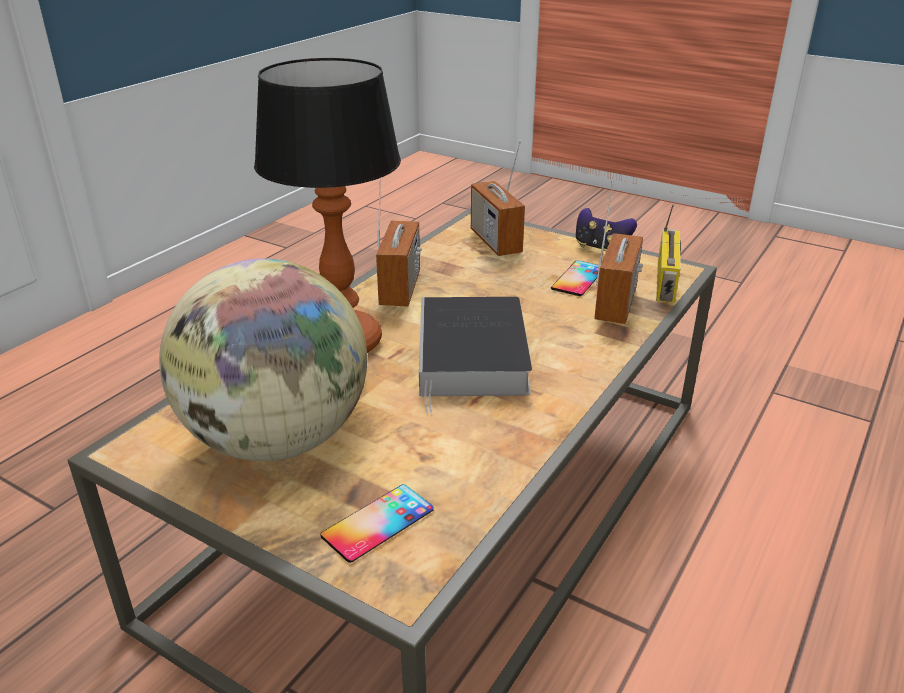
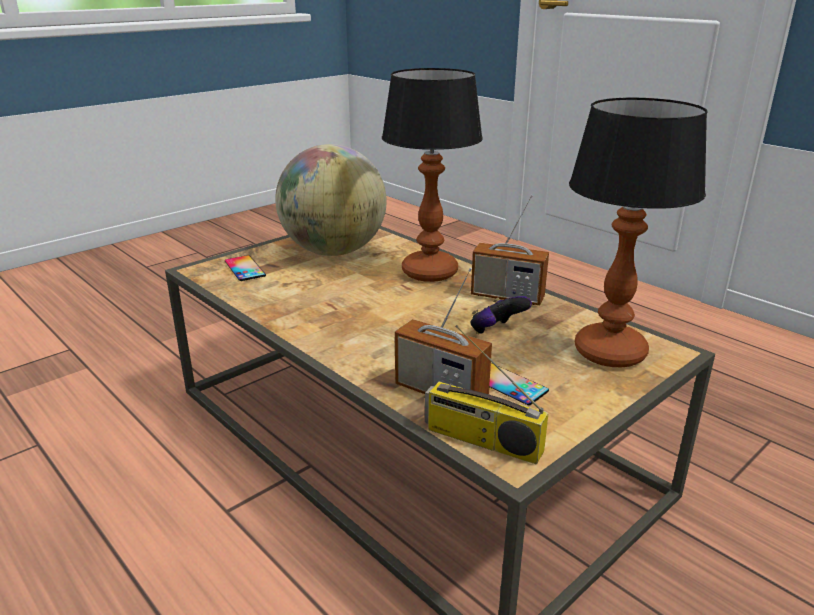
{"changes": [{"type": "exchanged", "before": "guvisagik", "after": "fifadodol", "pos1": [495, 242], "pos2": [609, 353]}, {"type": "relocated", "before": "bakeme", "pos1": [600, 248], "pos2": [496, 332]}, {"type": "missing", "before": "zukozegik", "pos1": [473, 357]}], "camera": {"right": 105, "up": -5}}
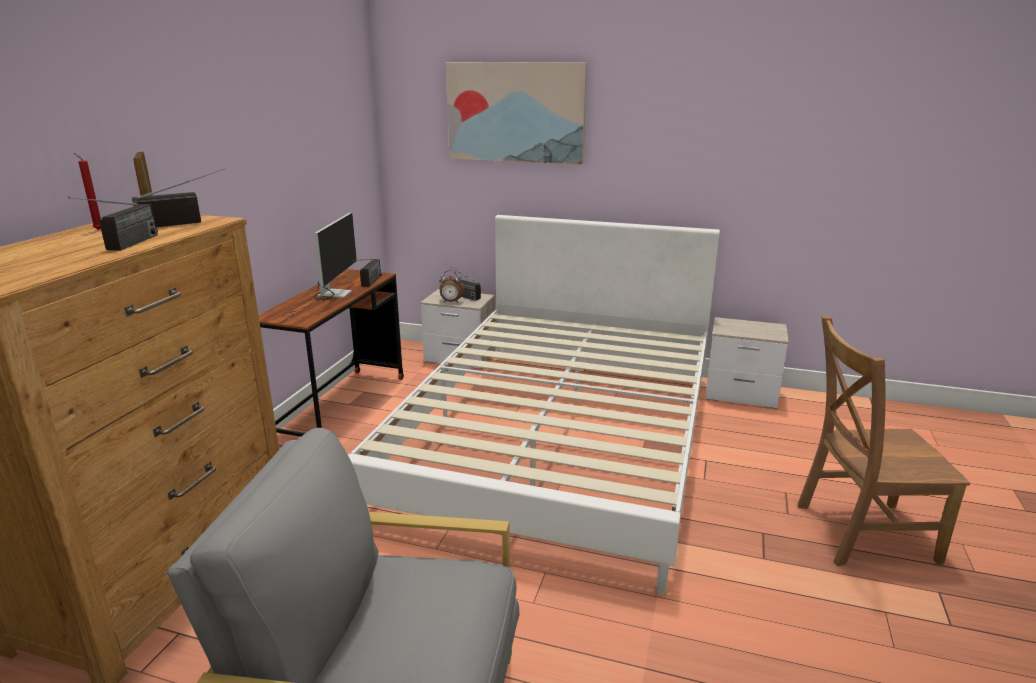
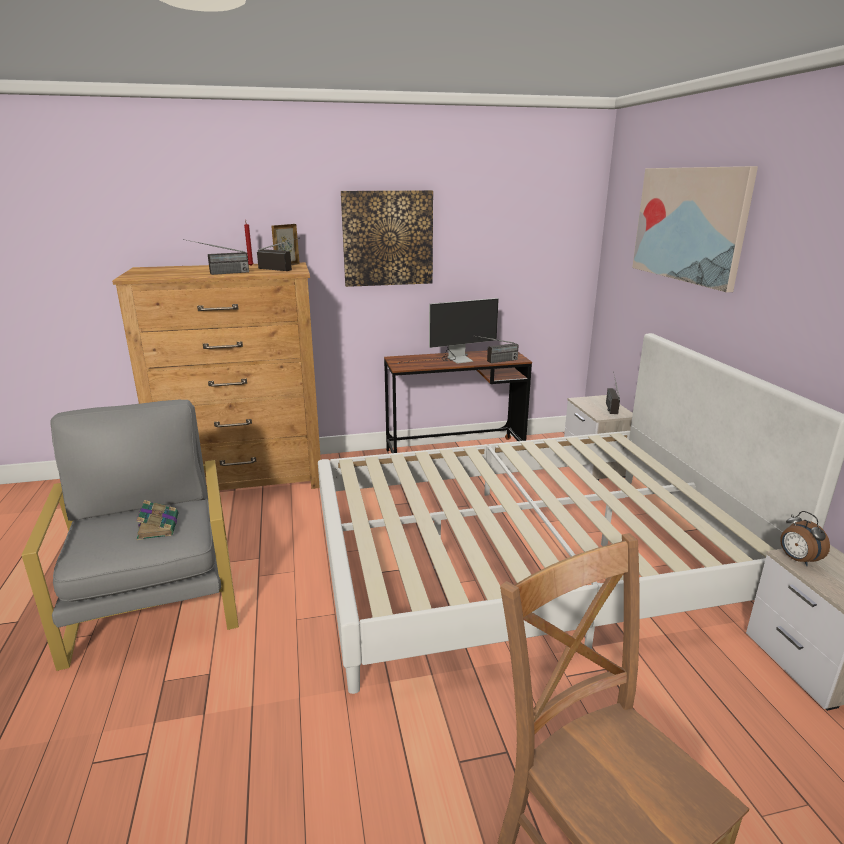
{"changes": [{"type": "relocated", "before": "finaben", "pos1": [451, 302], "pos2": [797, 560]}, {"type": "appeared", "after": "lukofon", "pos2": [387, 238]}, {"type": "appeared", "after": "zukozegik", "pos2": [158, 526]}], "camera": {"right": 60, "up": 0}}
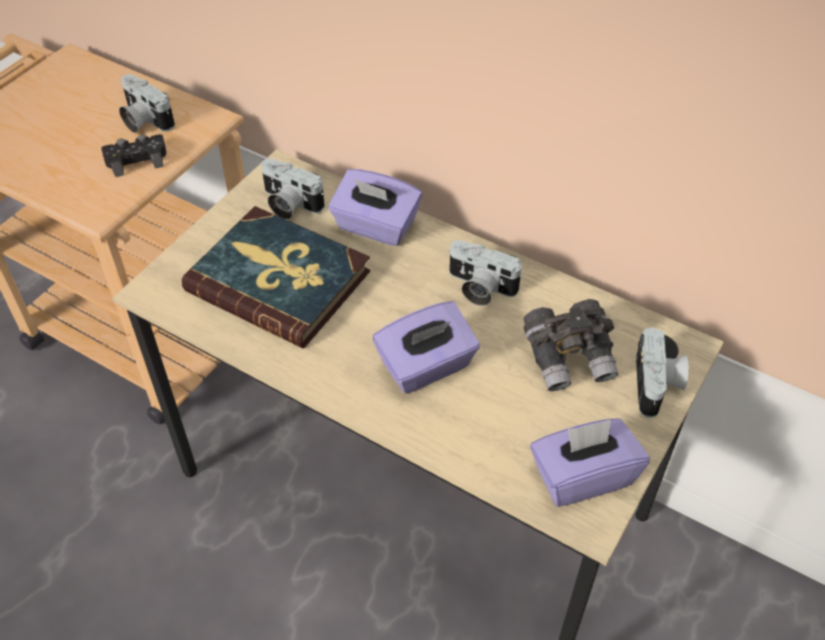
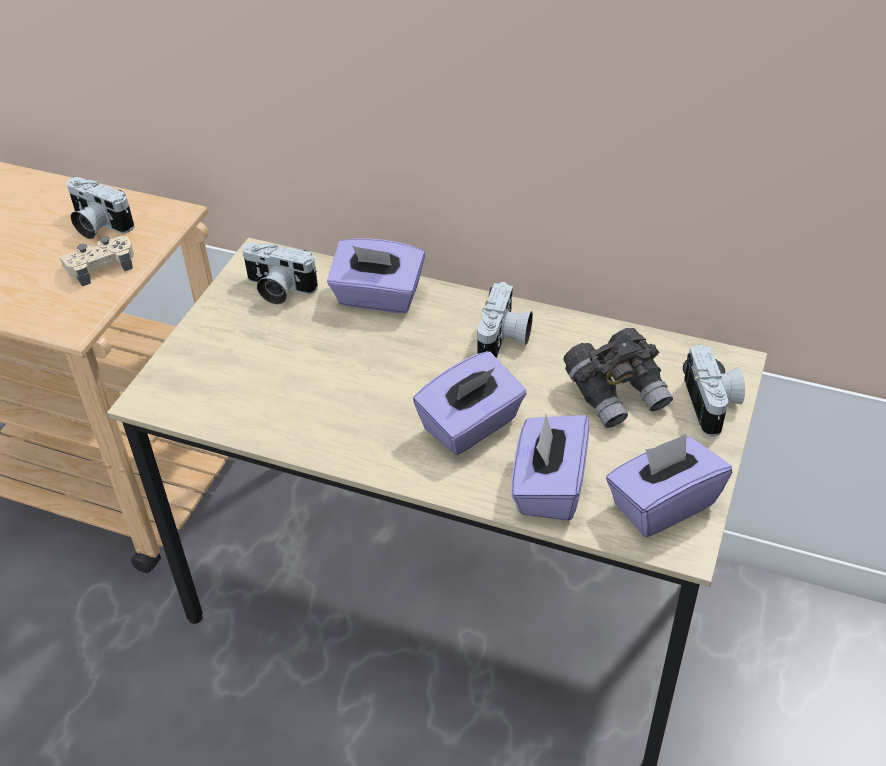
{"changes": [{"type": "colour", "before": "black_bakeme", "after": "beige_bakeme", "pos1": [137, 159], "pos2": [101, 265]}, {"type": "missing", "before": "zukozegik", "pos1": [279, 280]}, {"type": "spun", "before": "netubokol", "pos1": [479, 288], "pos2": [504, 341], "turn": -90}, {"type": "appeared", "after": "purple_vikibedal", "pos2": [548, 487]}], "camera": {"right": -10, "up": -5}}
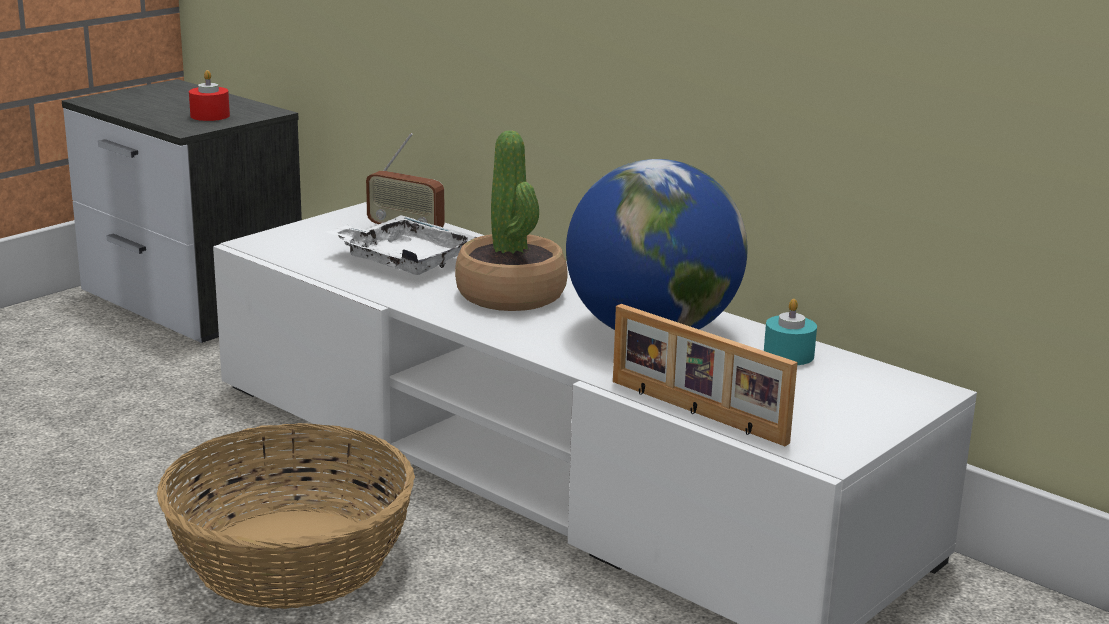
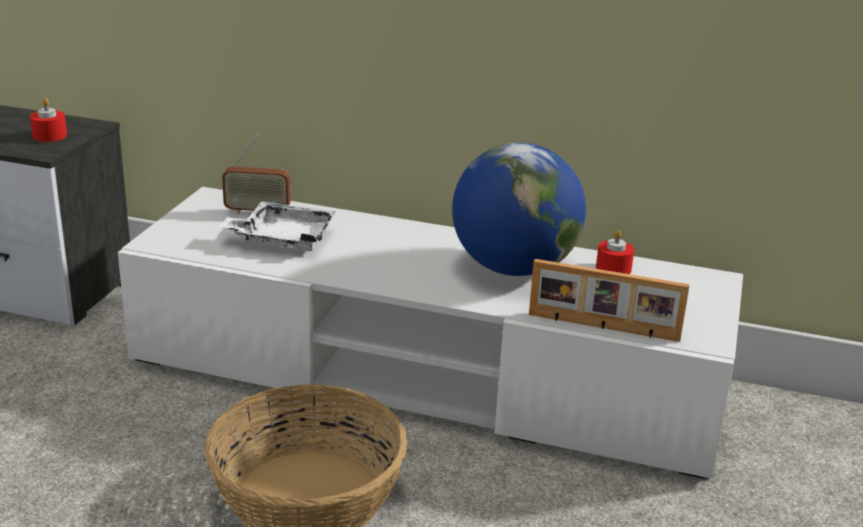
{"changes": [{"type": "missing", "before": "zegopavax", "pos1": [511, 294]}, {"type": "colour", "before": "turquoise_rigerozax", "after": "red_rigerozax", "pos1": [788, 355], "pos2": [613, 268]}], "camera": {"right": -25, "up": 5}}
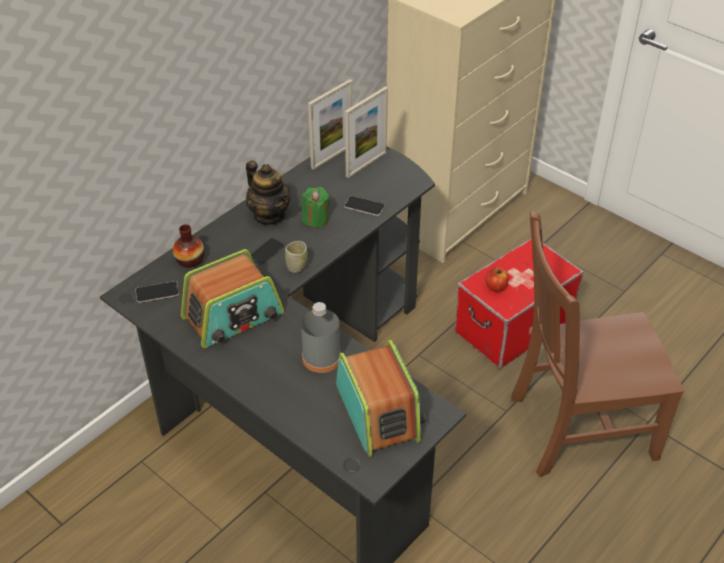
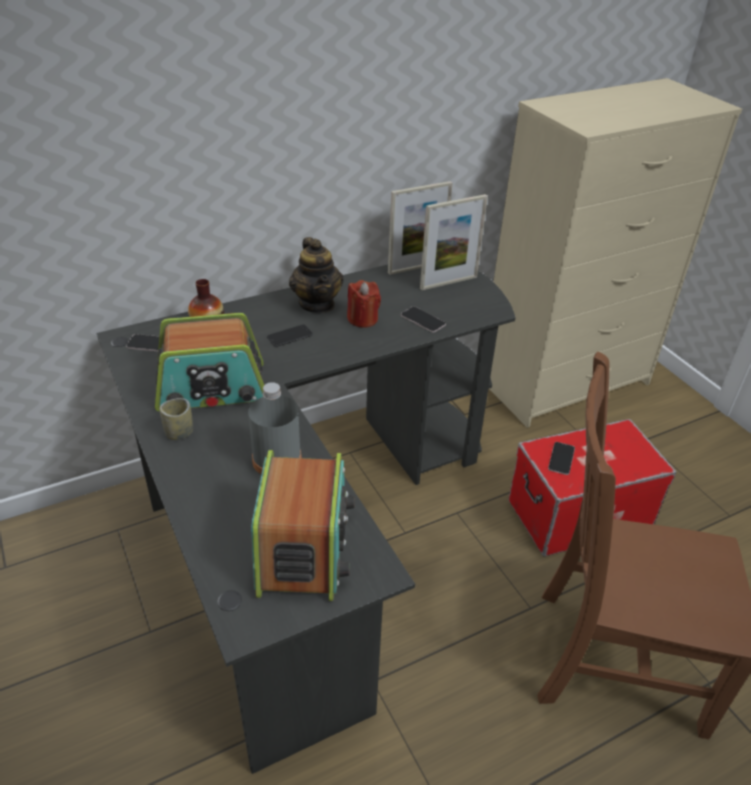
{"changes": [{"type": "colour", "before": "green_rigerozax", "after": "red_rigerozax", "pos1": [316, 219], "pos2": [362, 319]}, {"type": "relocated", "before": "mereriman", "pos1": [297, 267], "pos2": [179, 433]}, {"type": "exchanged", "before": "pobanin", "after": "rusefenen", "pos1": [495, 286], "pos2": [561, 458]}], "camera": {"right": 20, "up": -5}}
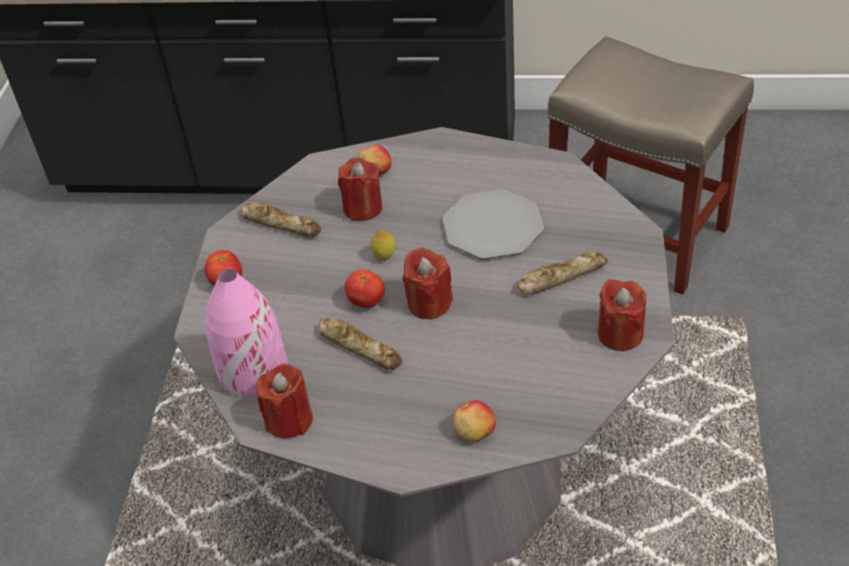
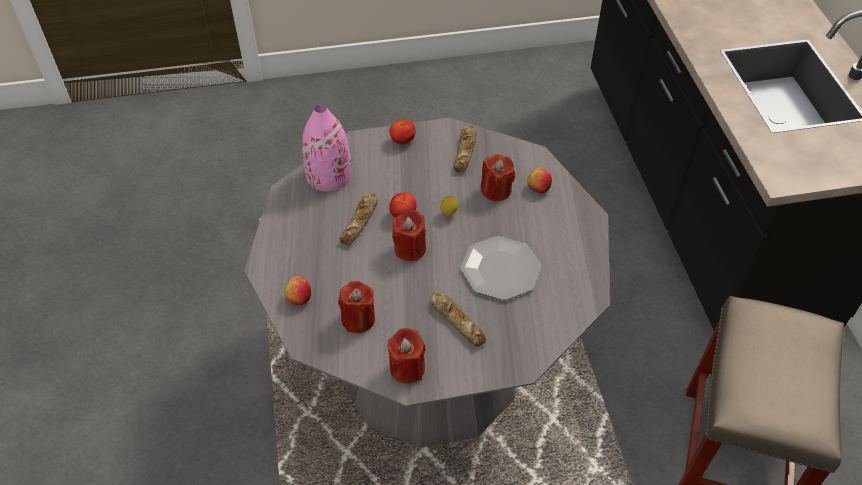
{"changes": [{"type": "relocated", "before": "red_rigerozax", "pos1": [289, 420], "pos2": [358, 319]}], "camera": {"right": 70, "up": 5}}
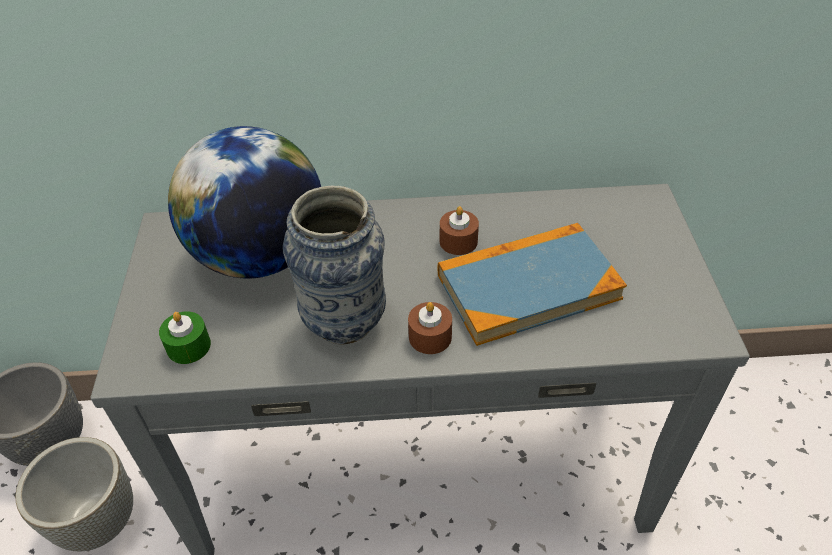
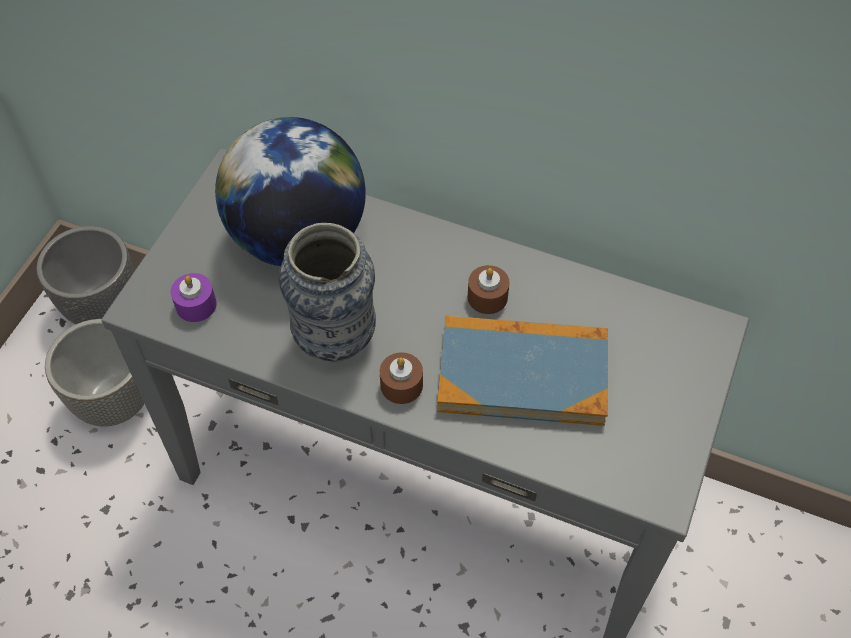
{"changes": [{"type": "colour", "before": "green_rigerozax", "after": "purple_rigerozax", "pos1": [188, 346], "pos2": [196, 305]}], "camera": {"right": 25, "up": 10}}
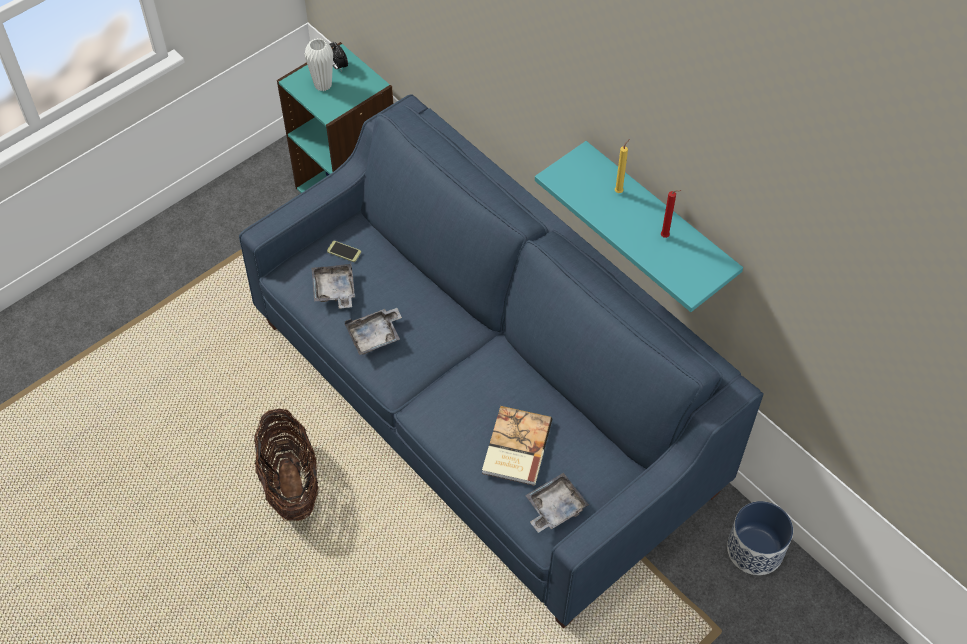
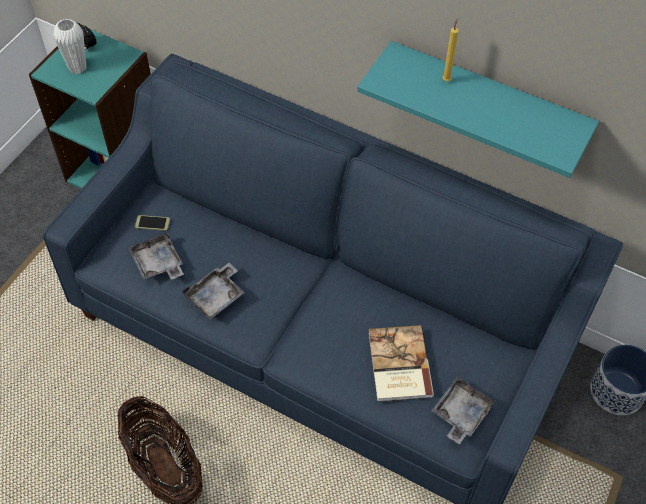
{"changes": [{"type": "missing", "before": "red_rigerozax", "pos1": [666, 237]}], "camera": {"right": -20, "up": 0}}
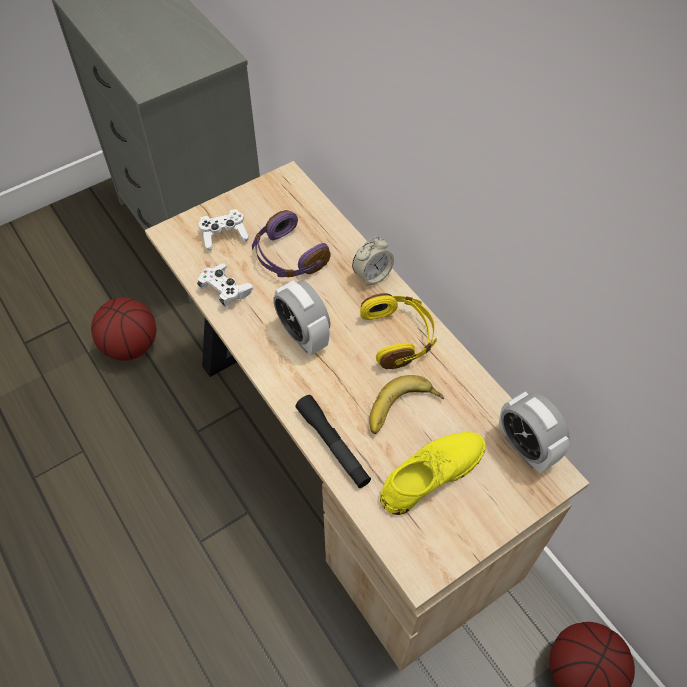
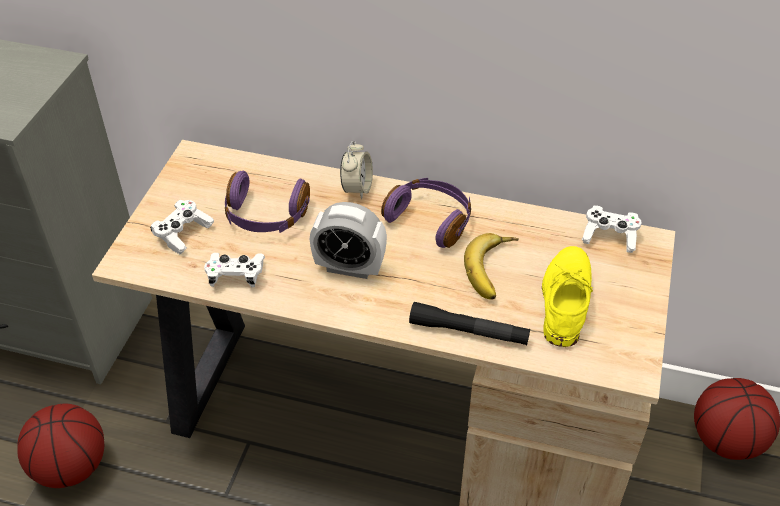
{"changes": [{"type": "colour", "before": "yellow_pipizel", "after": "purple_pipizel", "pos1": [399, 337], "pos2": [430, 220]}, {"type": "exchanged", "before": "finaben", "after": "white_bakeme", "pos1": [525, 448], "pos2": [609, 236]}], "camera": {"right": -40, "up": -10}}
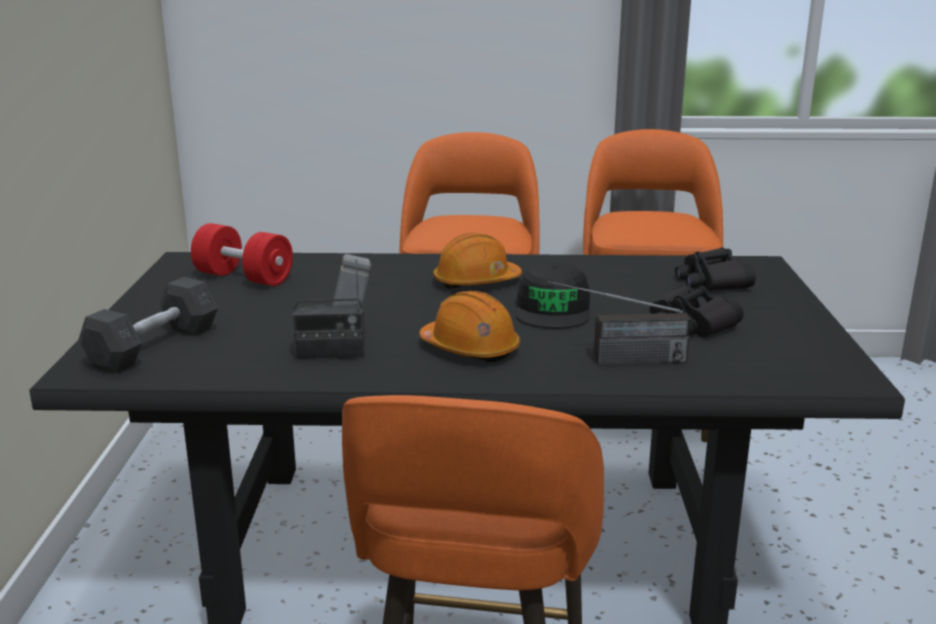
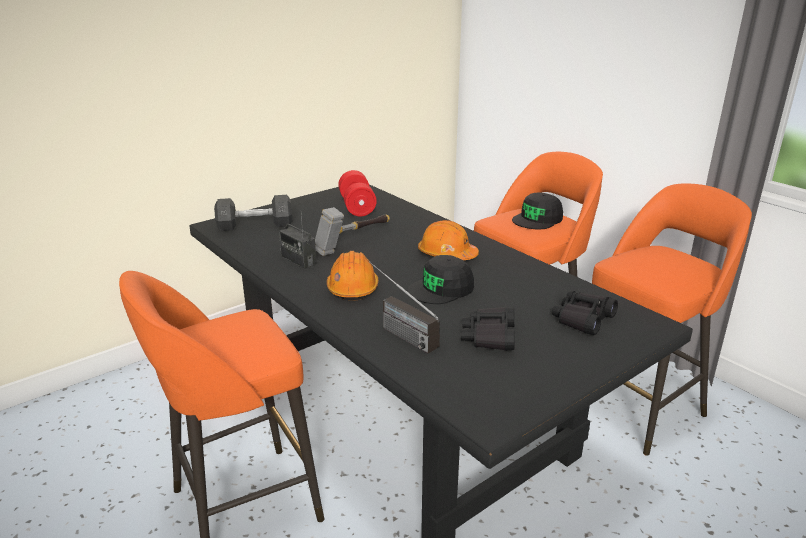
{"changes": [{"type": "appeared", "after": "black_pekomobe", "pos2": [538, 219]}], "camera": {"right": 50, "up": 5}}
